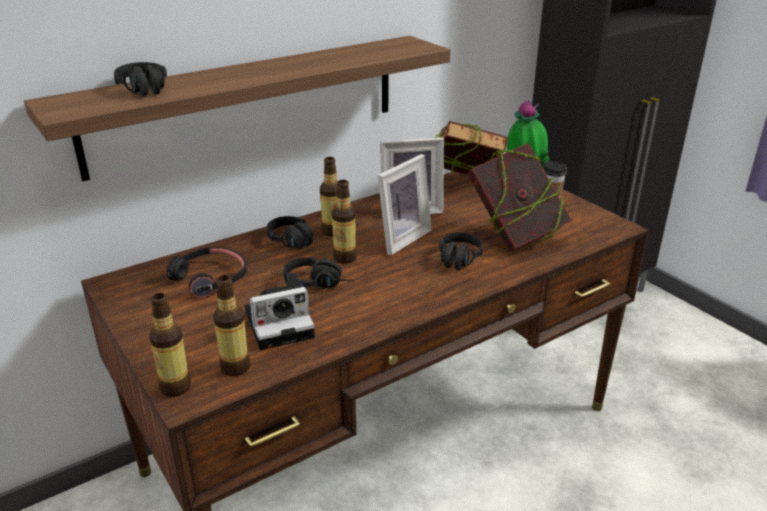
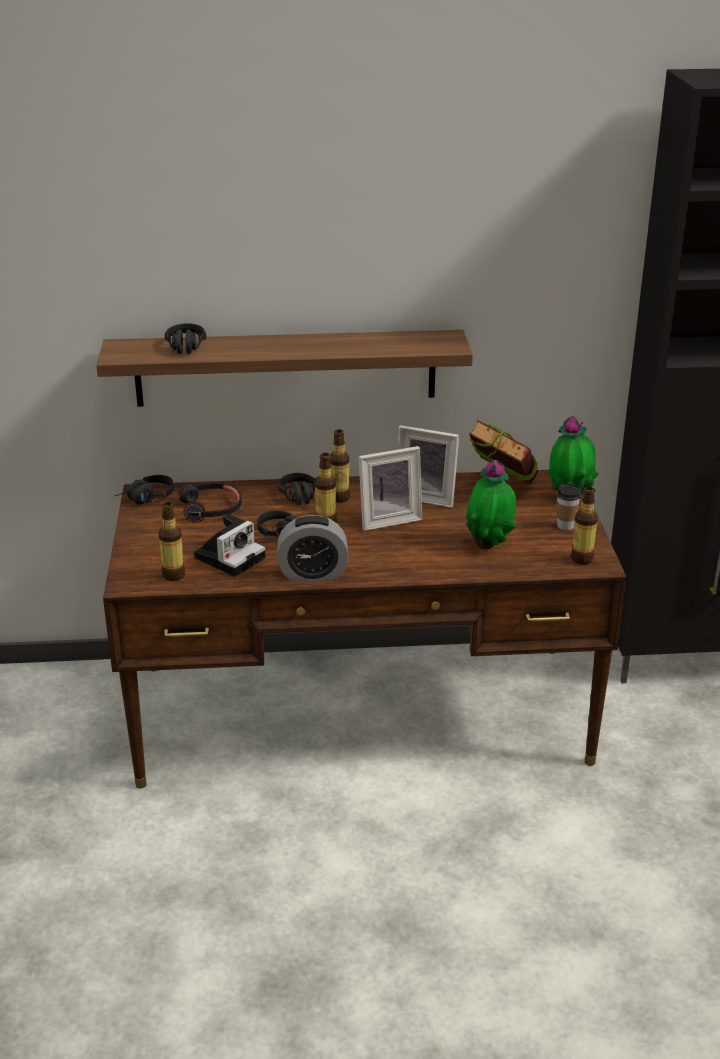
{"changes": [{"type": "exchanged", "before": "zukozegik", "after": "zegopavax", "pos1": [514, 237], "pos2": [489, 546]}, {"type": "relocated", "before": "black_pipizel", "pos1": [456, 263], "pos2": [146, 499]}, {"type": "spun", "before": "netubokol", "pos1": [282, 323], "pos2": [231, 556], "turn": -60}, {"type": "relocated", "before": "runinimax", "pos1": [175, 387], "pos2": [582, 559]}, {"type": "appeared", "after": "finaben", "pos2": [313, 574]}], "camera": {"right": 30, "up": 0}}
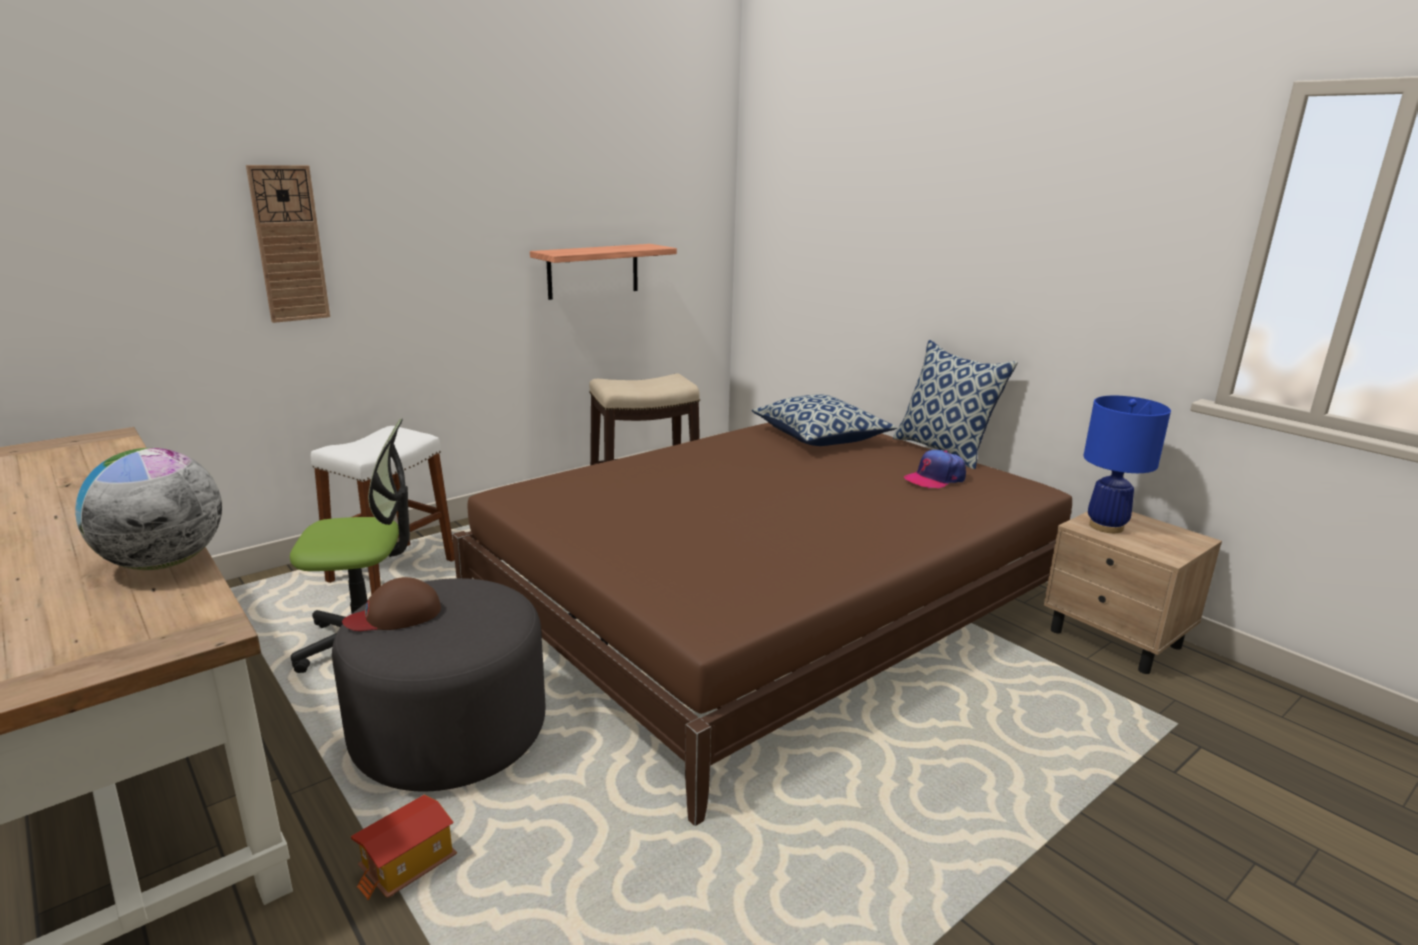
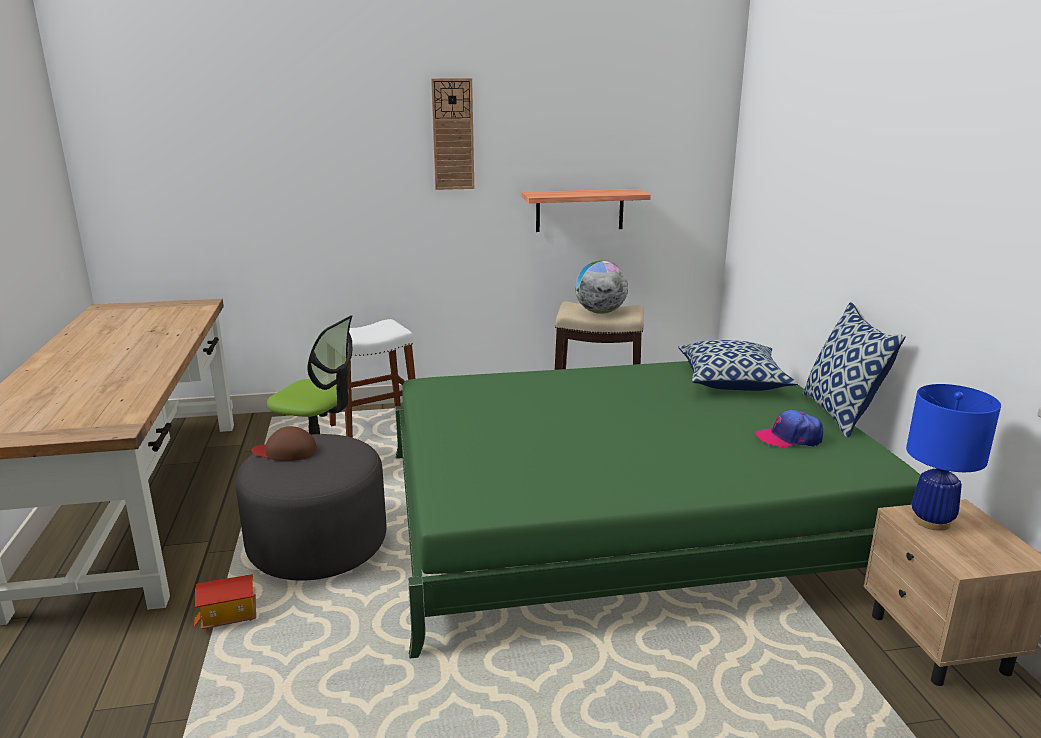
{"changes": [{"type": "relocated", "before": "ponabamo", "pos1": [289, 244], "pos2": [453, 134]}, {"type": "colour", "before": "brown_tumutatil", "after": "green_tumutatil", "pos1": [770, 599], "pos2": [625, 515]}, {"type": "relocated", "before": "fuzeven", "pos1": [164, 563], "pos2": [600, 312]}], "camera": {"right": 30, "up": 0}}
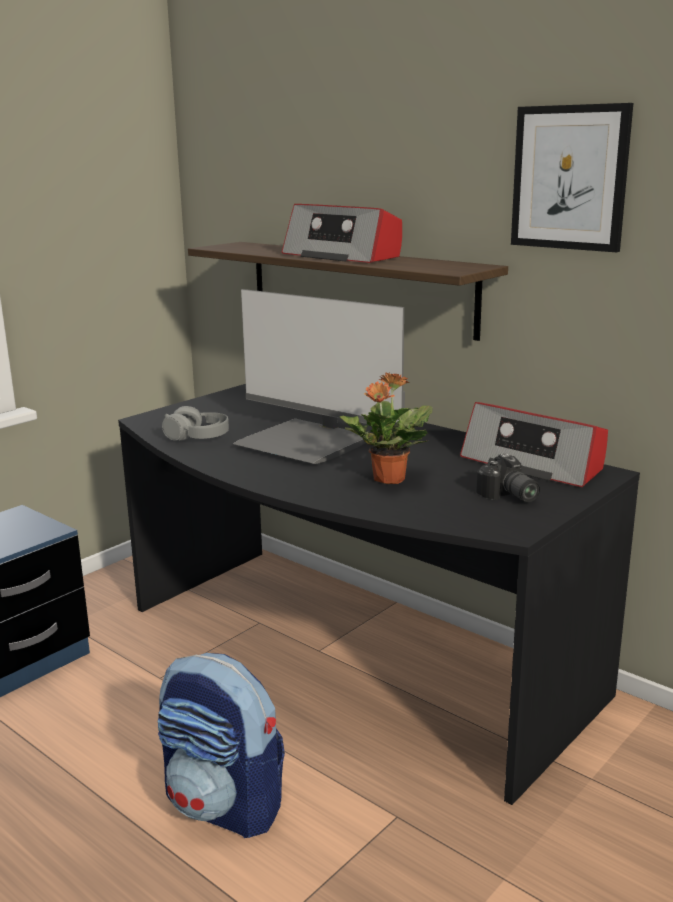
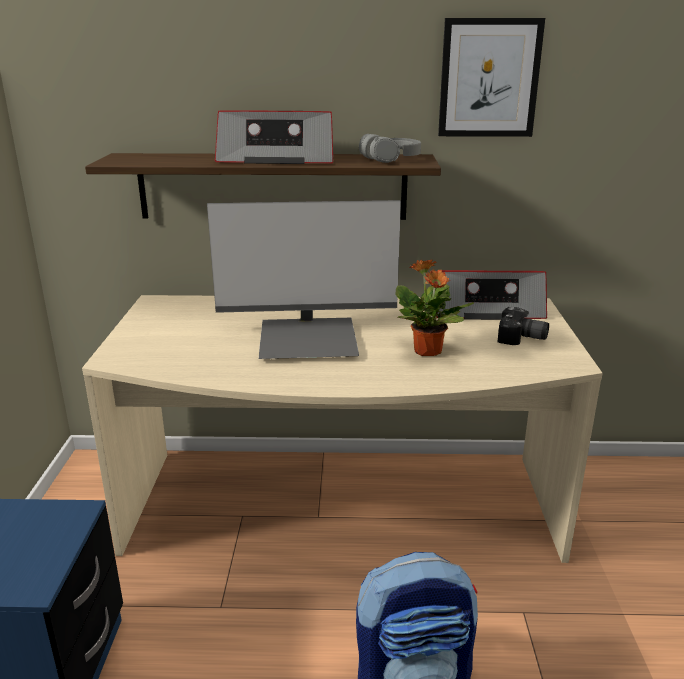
{"changes": [{"type": "colour", "before": "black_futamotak", "after": "beige_futamotak", "pos1": [345, 655], "pos2": [342, 511]}, {"type": "relocated", "before": "grey_pipizel", "pos1": [198, 436], "pos2": [391, 159]}], "camera": {"right": -40, "up": 5}}
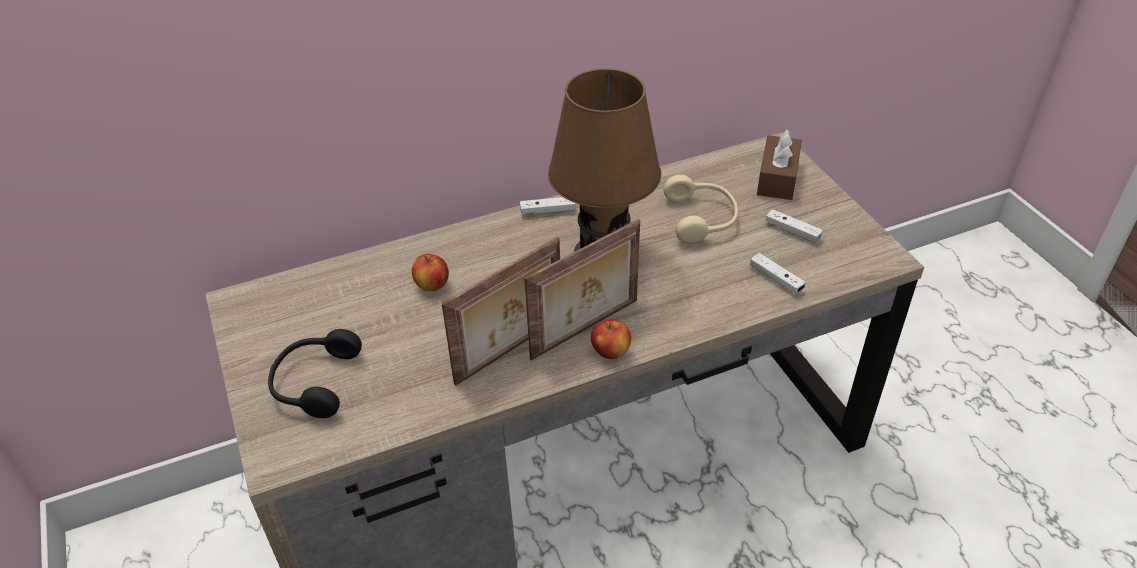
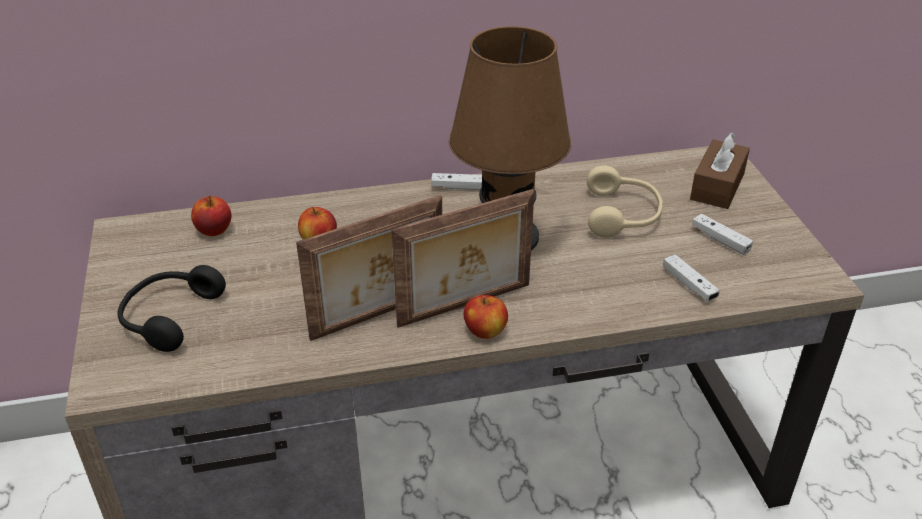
{"changes": [{"type": "appeared", "after": "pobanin", "pos2": [214, 231]}], "camera": {"right": 10, "up": -5}}
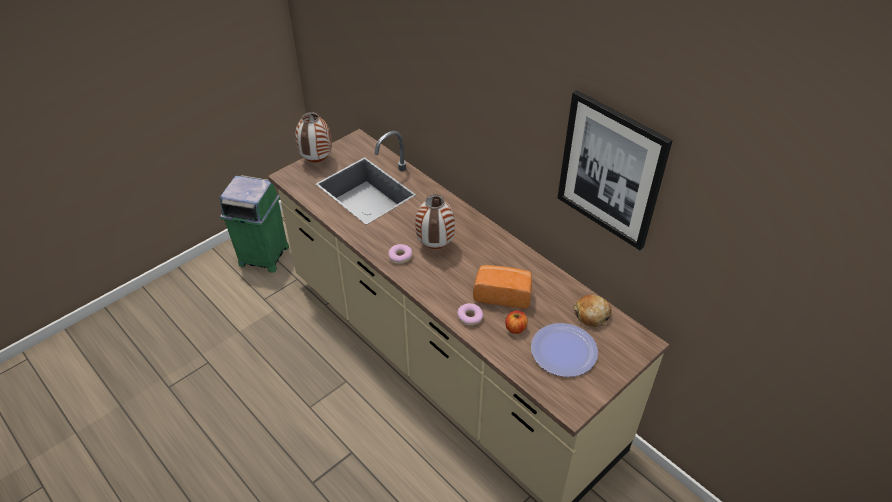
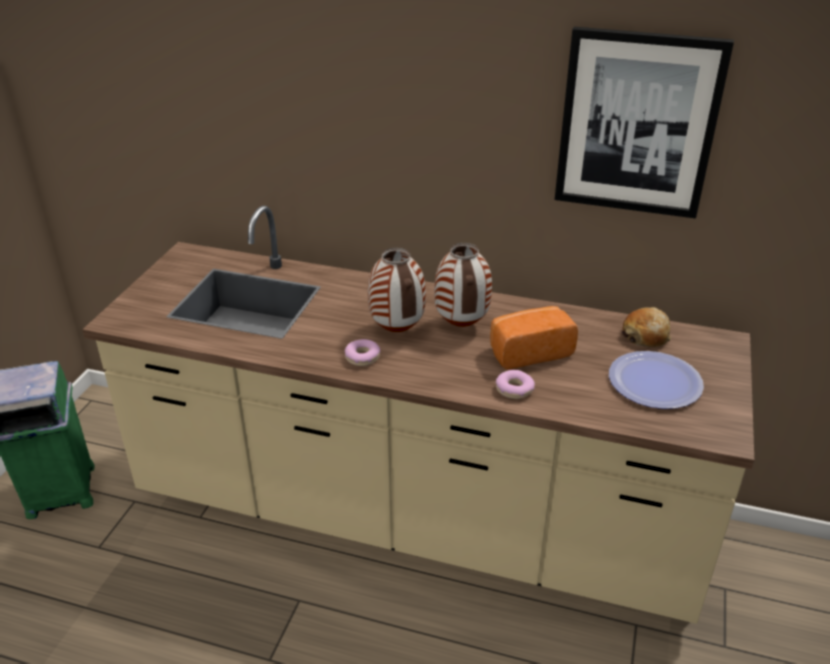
{"changes": [{"type": "relocated", "before": "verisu", "pos1": [317, 161], "pos2": [462, 325]}, {"type": "missing", "before": "pobanin", "pos1": [515, 328]}], "camera": {"right": -30, "up": -10}}
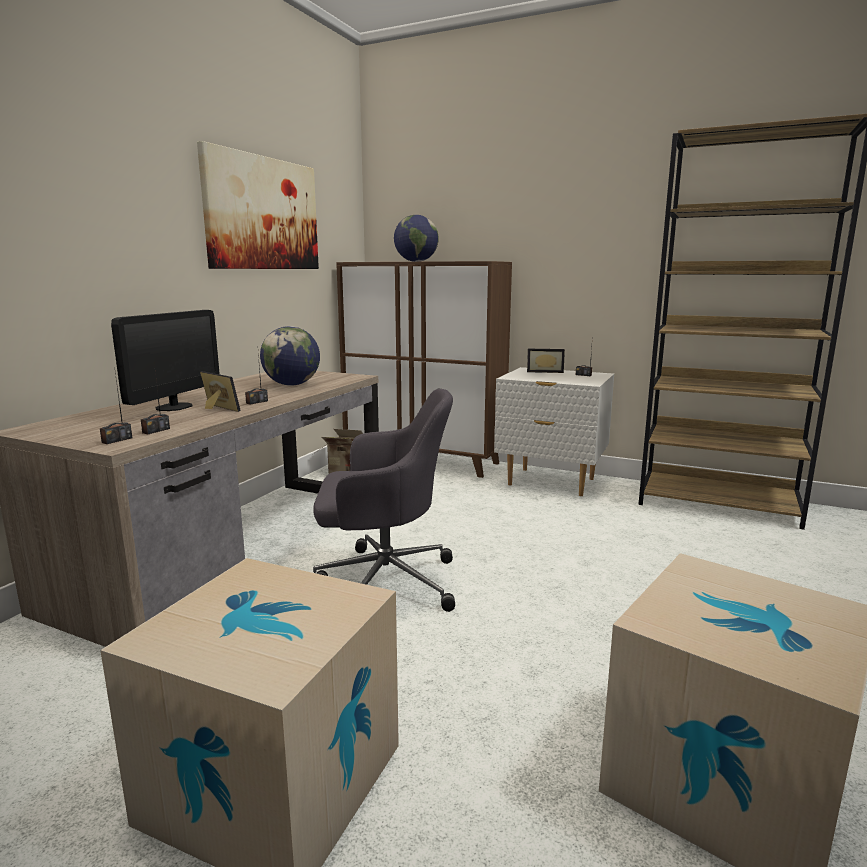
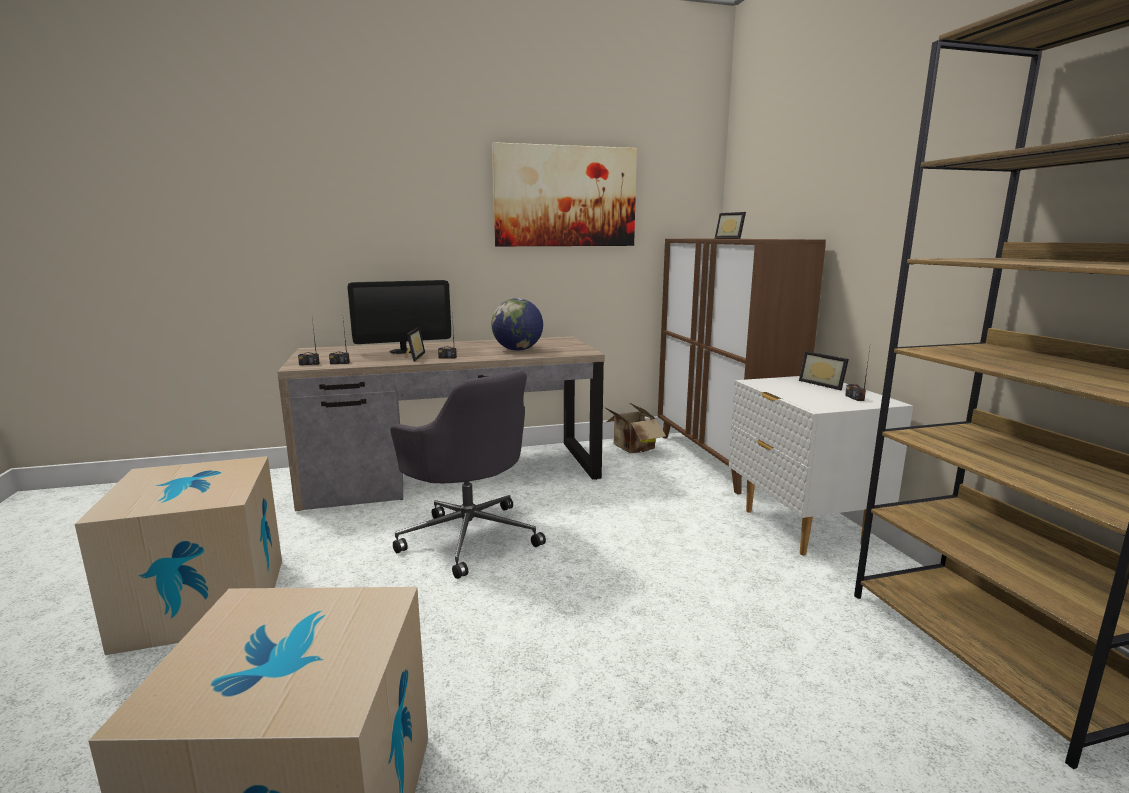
{"changes": [{"type": "exchanged", "before": "fuzeven", "after": "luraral", "pos1": [416, 261], "pos2": [732, 238]}], "camera": {"right": 50, "up": 0}}
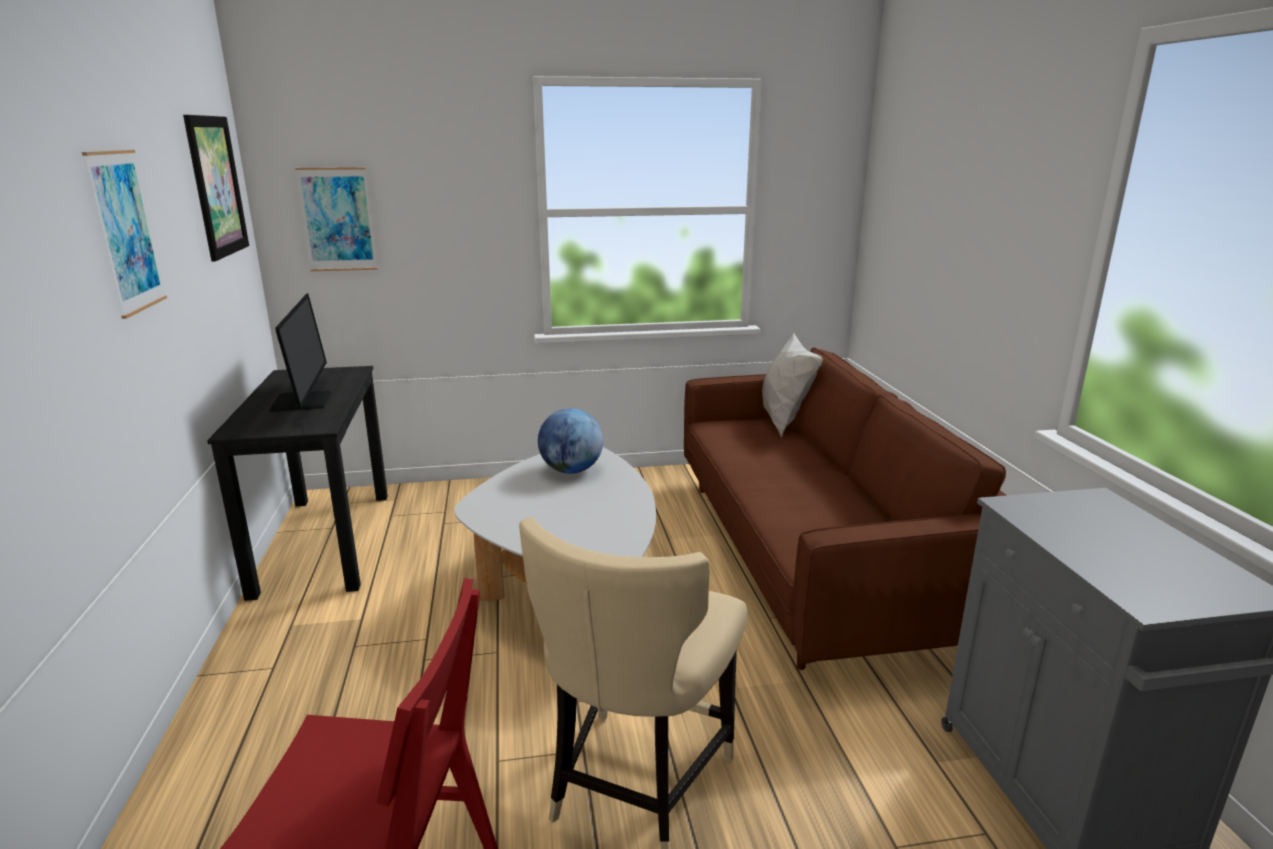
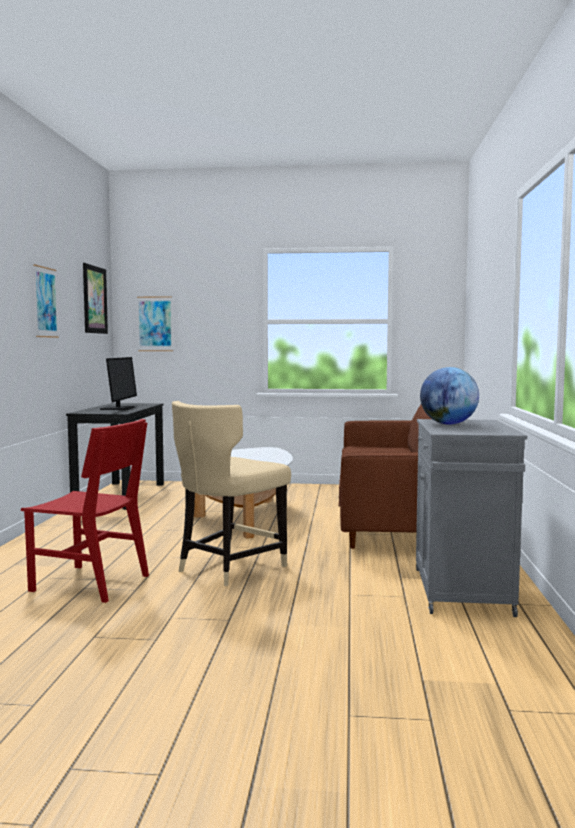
{"changes": [{"type": "missing", "before": "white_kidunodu", "pos1": [783, 421]}, {"type": "relocated", "before": "fuzeven", "pos1": [571, 470], "pos2": [448, 424]}], "camera": {"right": 15, "up": -15}}
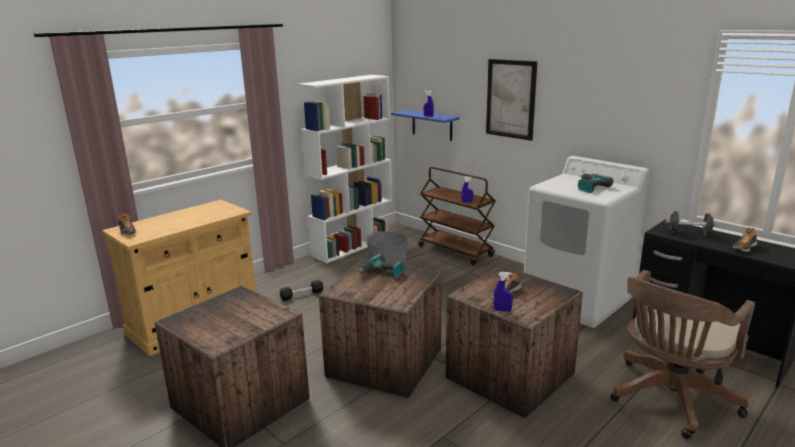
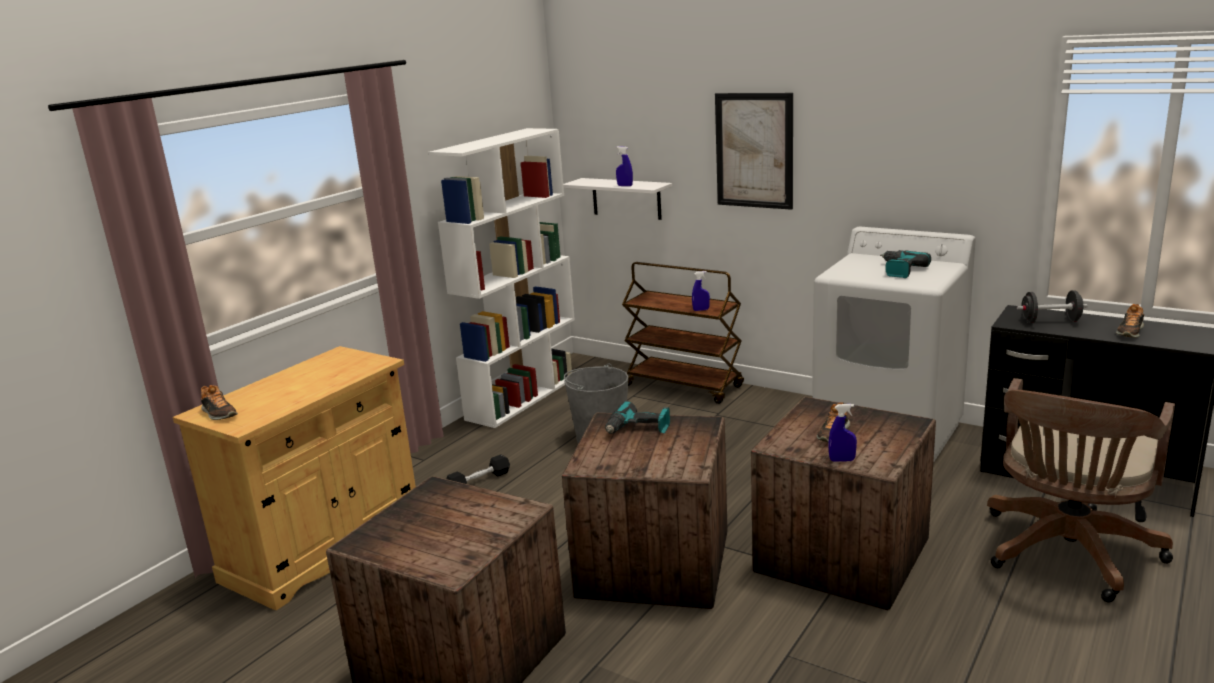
{"changes": [{"type": "colour", "before": "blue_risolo", "after": "white_risolo", "pos1": [432, 125], "pos2": [626, 198]}], "camera": {"right": -10, "up": 0}}
